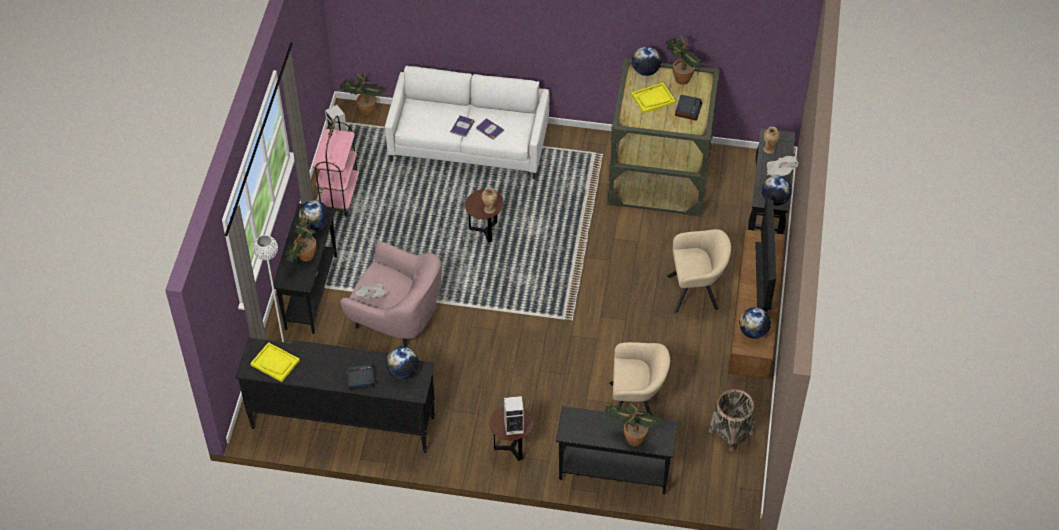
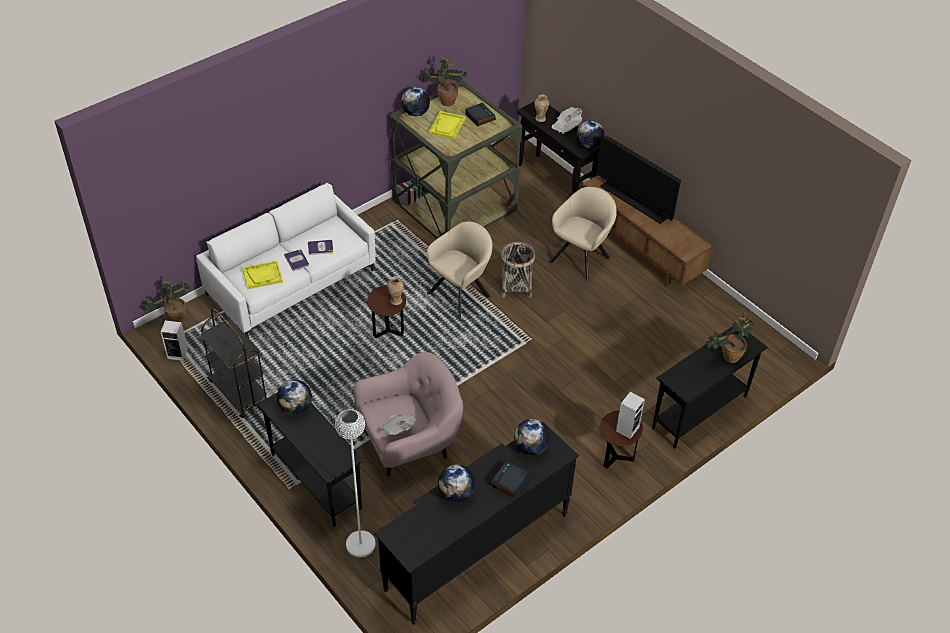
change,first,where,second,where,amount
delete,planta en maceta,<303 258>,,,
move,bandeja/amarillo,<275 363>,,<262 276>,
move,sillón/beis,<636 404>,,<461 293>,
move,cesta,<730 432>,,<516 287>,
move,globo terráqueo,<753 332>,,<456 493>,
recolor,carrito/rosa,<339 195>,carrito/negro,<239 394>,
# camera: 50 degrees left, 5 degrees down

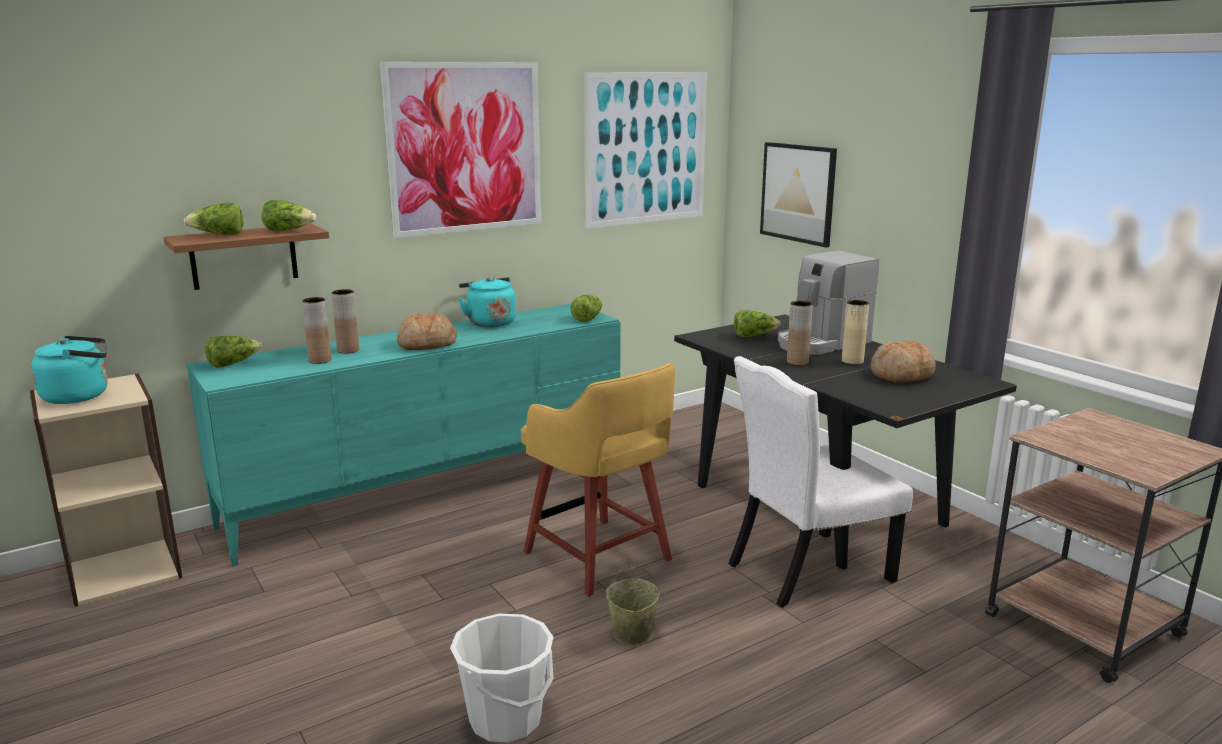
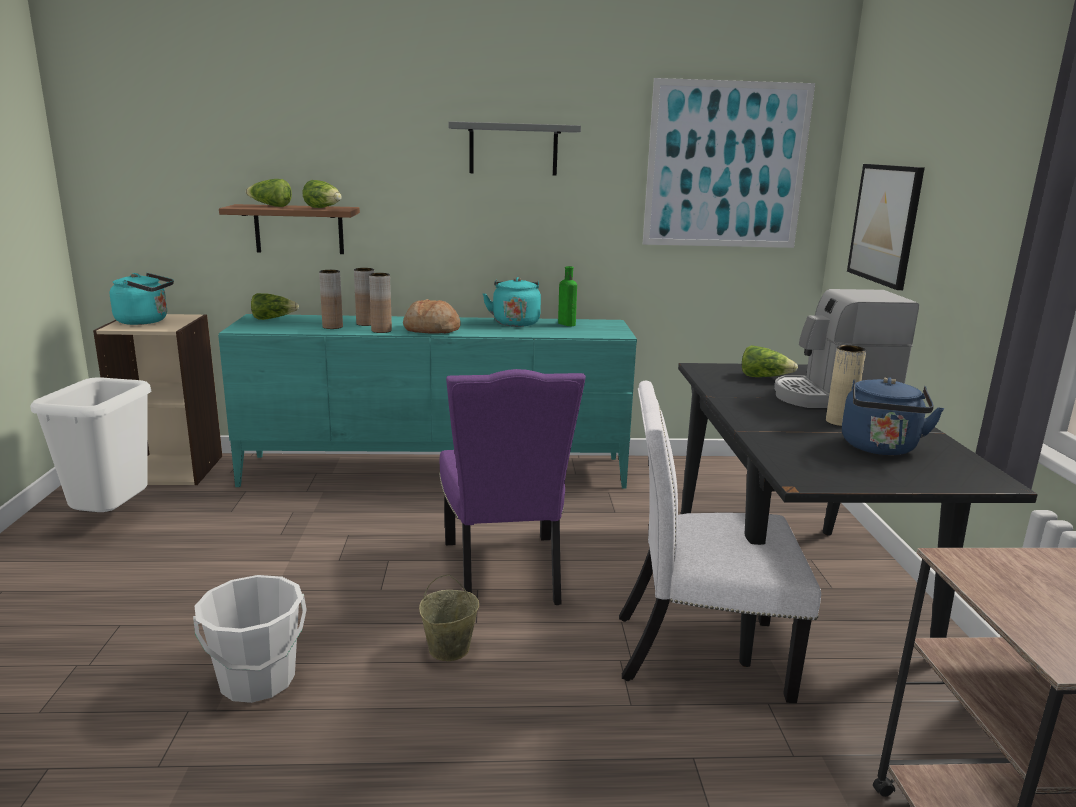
change,first,where,second,where,amount
delete,lechuga,<587 318>,,,
insert,,,papelera/blanco,<113 519>,
insert,,,botella/verde,<565 324>,
move,florero/marrón,<797 362>,,<381 330>,
replace,cuadro,<465 148>,estante/gris,<513 149>,
replace,taburete/amarillo,<599 558>,silla/morado,<504 569>,
replace,pan,<902 375>,hervidor/azul,<880 448>,
# camera: 30 degrees right, 0 degrees up

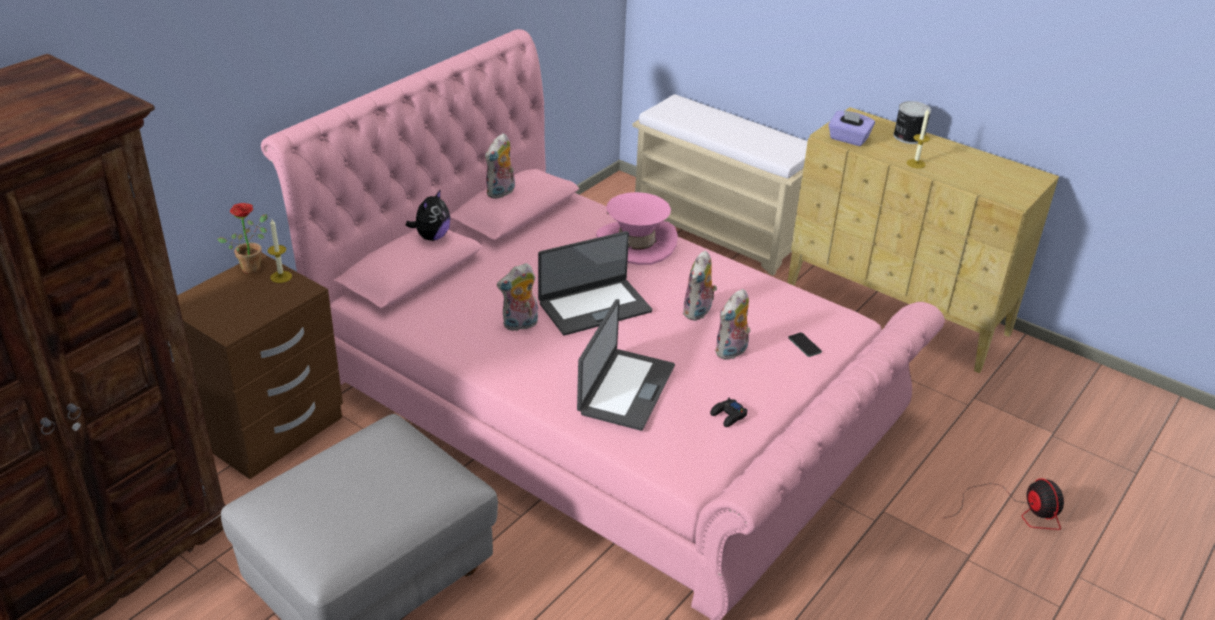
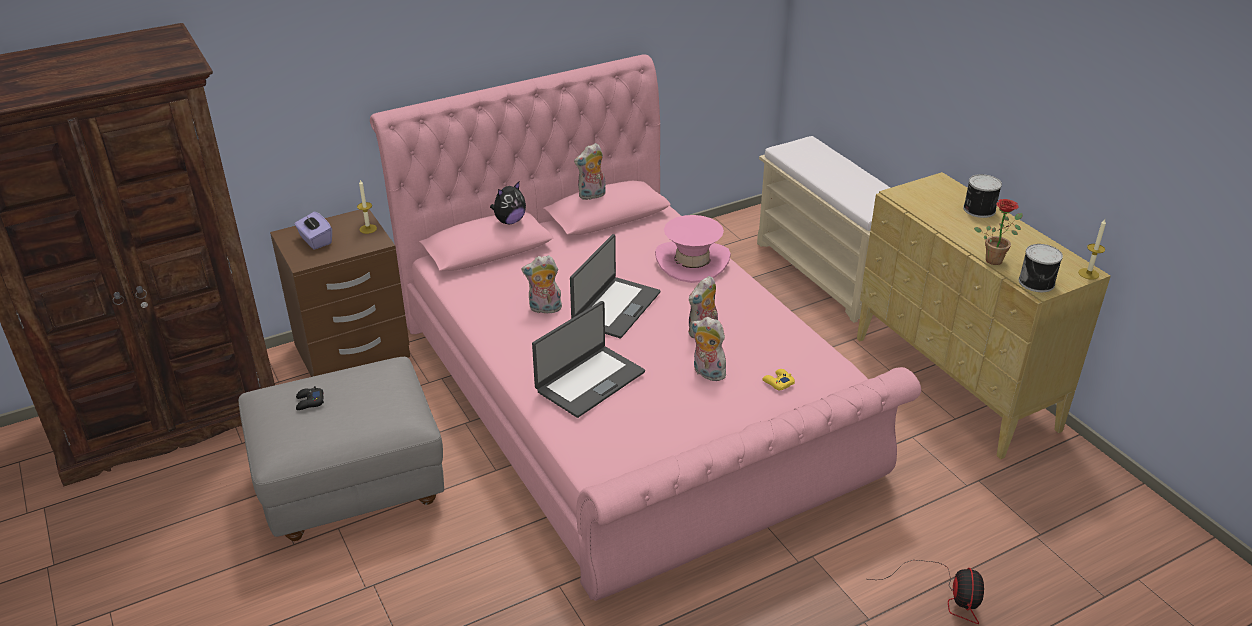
change,first,where,second,where,amount
insert,,,lata,<1037 282>,
move,planta en maceta,<253 266>,,<995 258>,
move,mando de consola/negro,<728 416>,,<309 402>,
move,caja de pañuelos/morado,<848 139>,,<315 240>,
move,vela,<916 164>,,<1088 274>,
replace,móvil,<804 345>,mando de consola/amarillo,<778 382>,
rotate,portátil,<594 306>,,<615 307>,60 degrees counterclockwise
rotate,peluche,<732 352>,,<707 373>,60 degrees clockwise
# camera: 25 degrees right, 0 degrees up

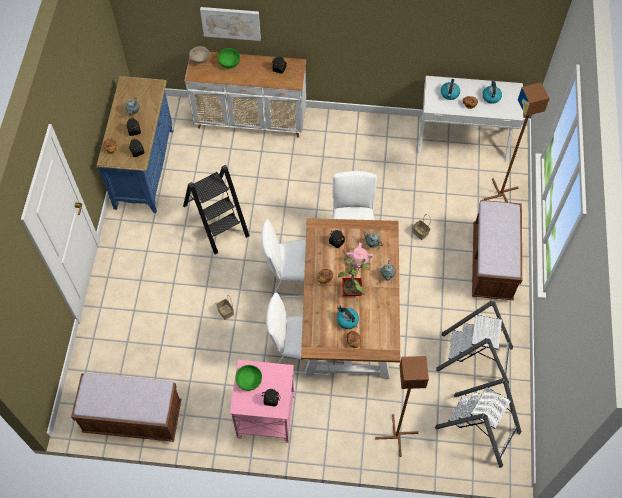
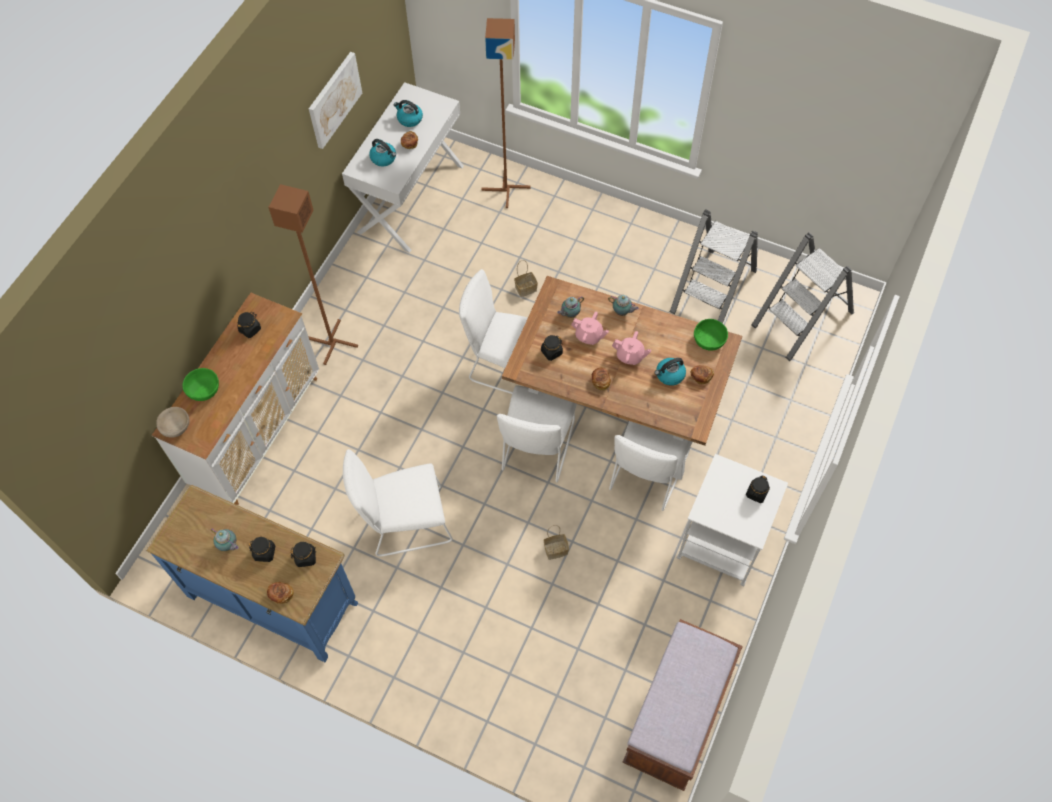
change,first,where,second,where,amount
delete,banco/marrón,<492 263>,,,
move,cuadro,<231 22>,,<334 99>,
move,cuenco/verde,<249 380>,,<709 340>,
move,lámpara de pie/marrón,<396 436>,,<332 343>,
replace,escalera de tijera/negro,<215 219>,silla/blanco,<404 523>,
replace,planta en maceta,<352 291>,tetera/rosa,<630 356>,
recolor,carrito/rosa,<264 415>,carrito/blanco,<721 543>,
# camera: 70 degrees left, 0 degrees up

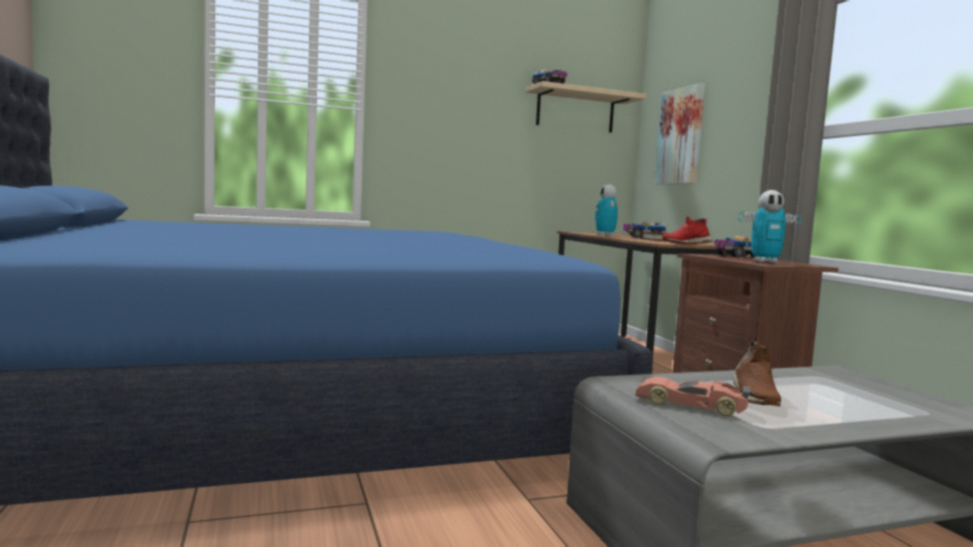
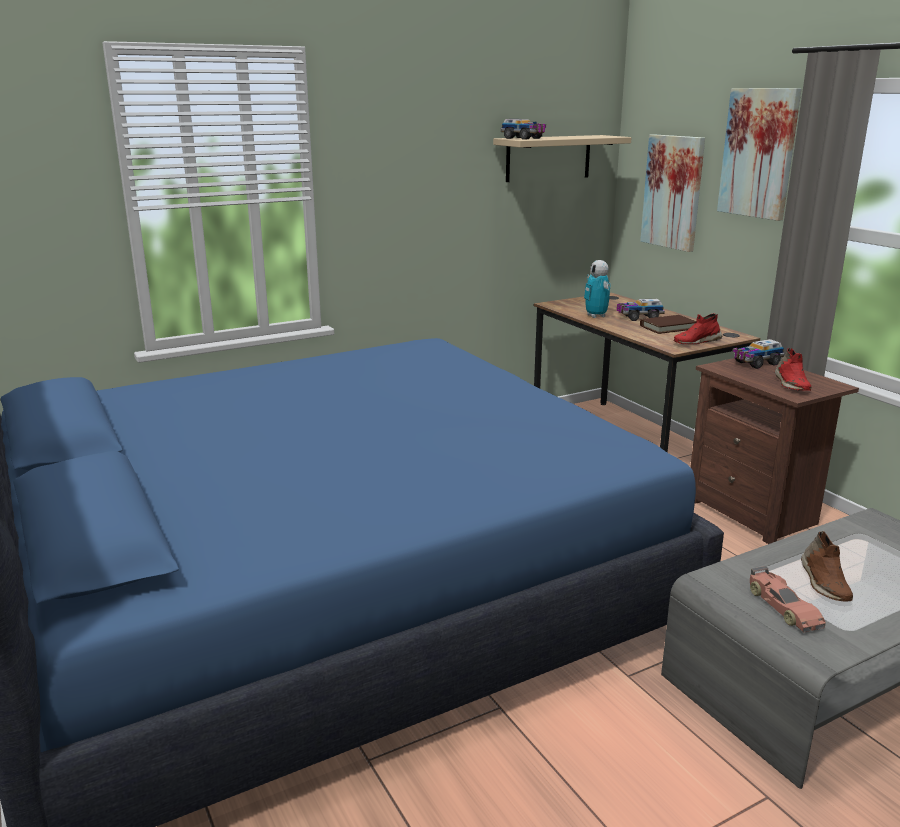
change,first,where,second,where,amount
insert,,,cuadro,<759 153>,
replace,robot de juguete,<765 262>,zapato/rojo,<790 384>,
rotate,coche de juguete,<690 405>,,<783 607>,120 degrees counterclockwise
# camera: 10 degrees left, 15 degrees up

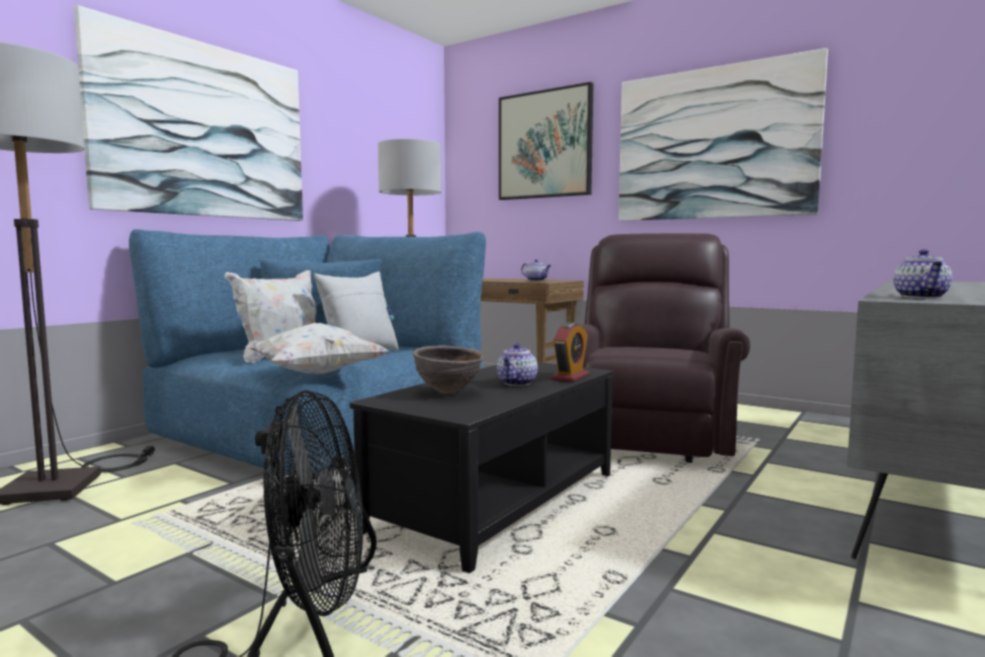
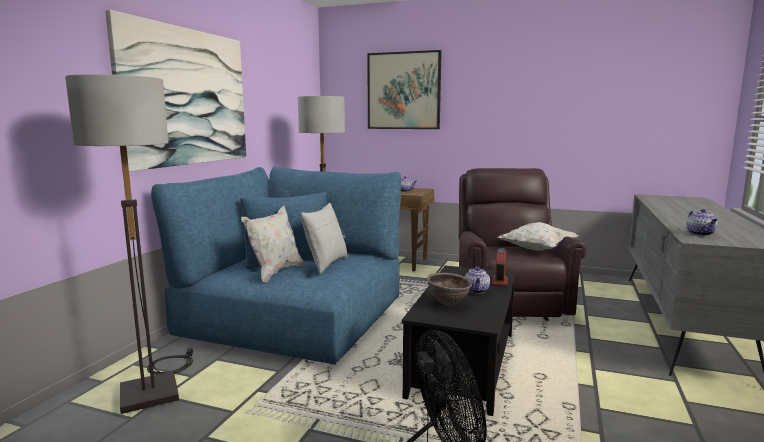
change,first,where,second,where,amount
delete,cuadro,<713 143>,,,
move,cojín/blanco,<317 374>,,<537 250>,
# camera: 15 degrees left, 5 degrees up

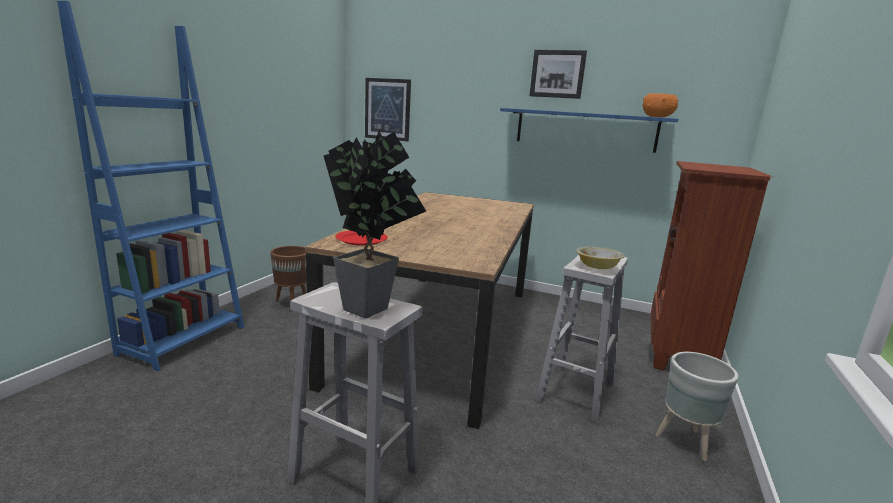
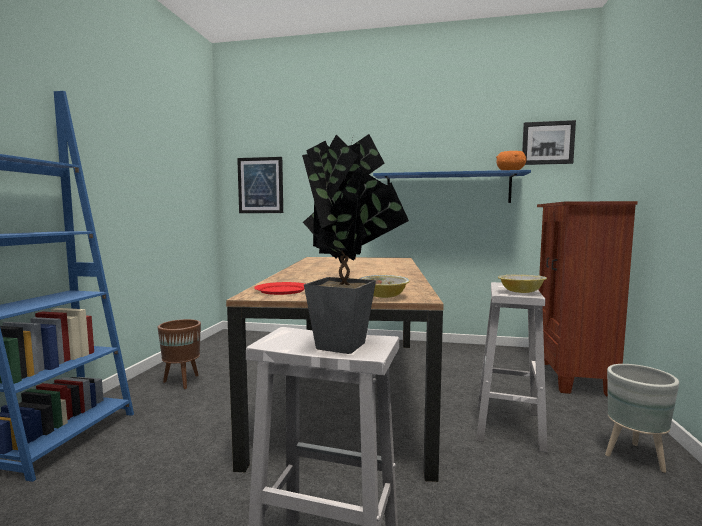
change,first,where,second,where,amount
insert,,,cuenco,<383 296>,
move,cuadro,<557 74>,,<547 143>,
# camera: 10 degrees left, 10 degrees down

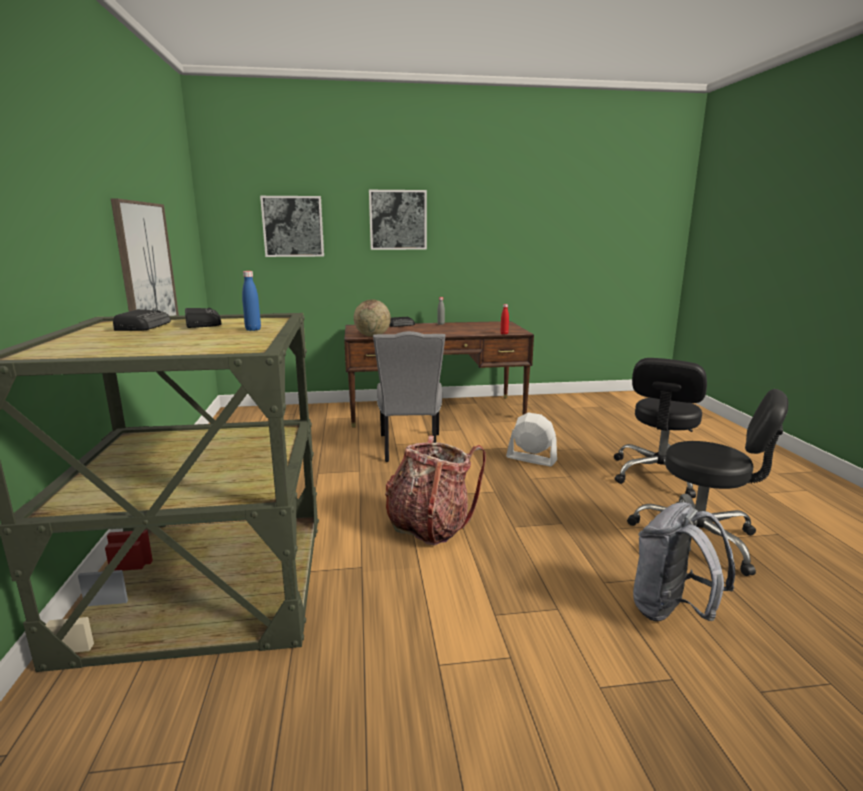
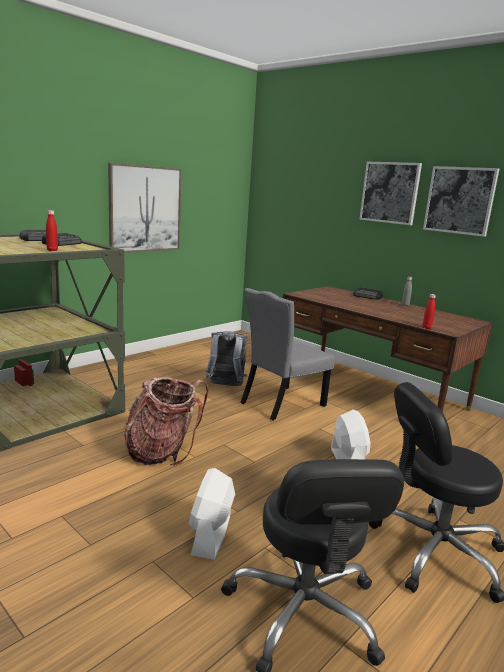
change,first,where,second,where,amount
delete,globo terráqueo,<372 336>,,,
insert,,,ventilador/blanco,<211 535>,
move,cuadro,<293 226>,,<460 200>,
move,mochila/gris,<672 612>,,<225 386>,
recolor,botella/azul,<253 329>,botella/rojo,<52 250>,
# camera: 50 degrees right, 0 degrees up

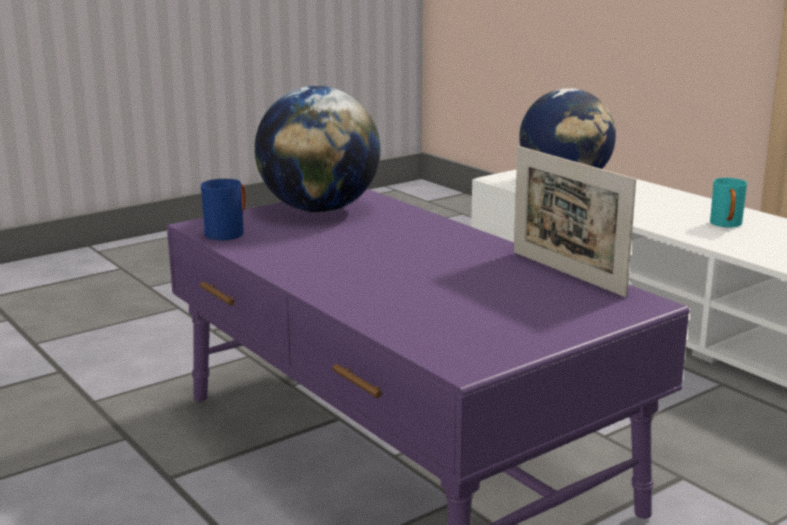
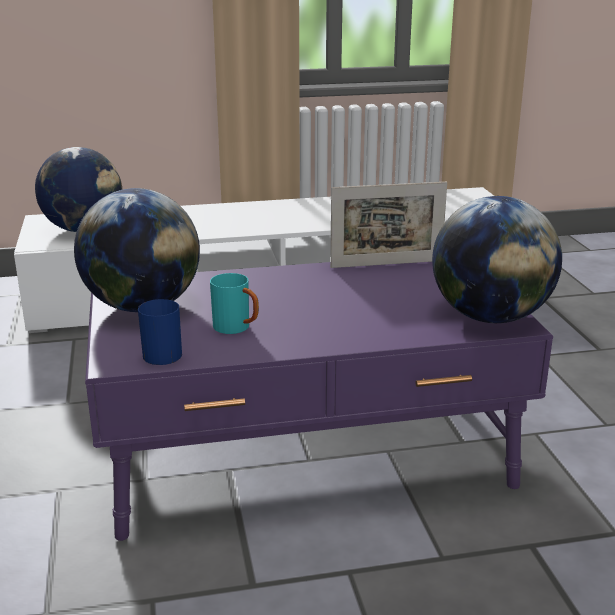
change,first,where,second,where,amount
insert,,,globo terráqueo,<490 317>,
move,taza grande/turquesa,<726 225>,,<237 328>,
# camera: 65 degrees left, 5 degrees up

